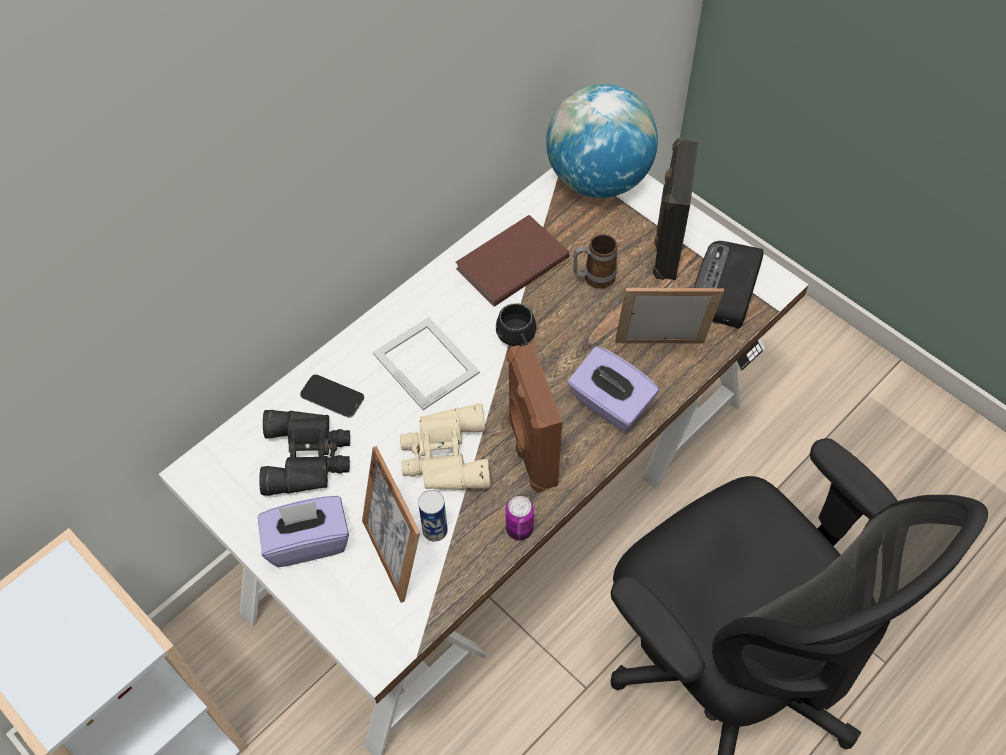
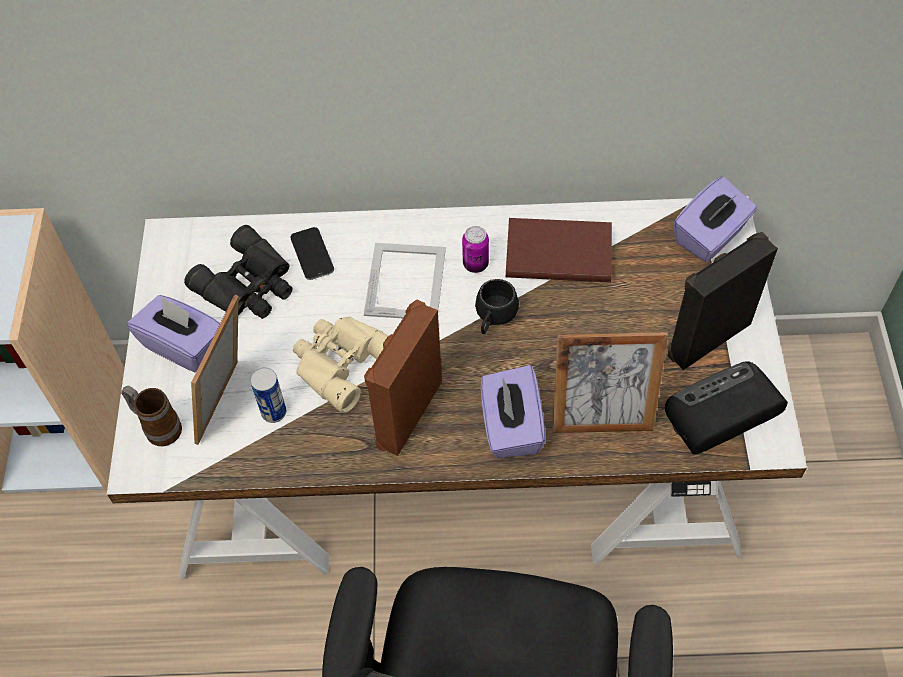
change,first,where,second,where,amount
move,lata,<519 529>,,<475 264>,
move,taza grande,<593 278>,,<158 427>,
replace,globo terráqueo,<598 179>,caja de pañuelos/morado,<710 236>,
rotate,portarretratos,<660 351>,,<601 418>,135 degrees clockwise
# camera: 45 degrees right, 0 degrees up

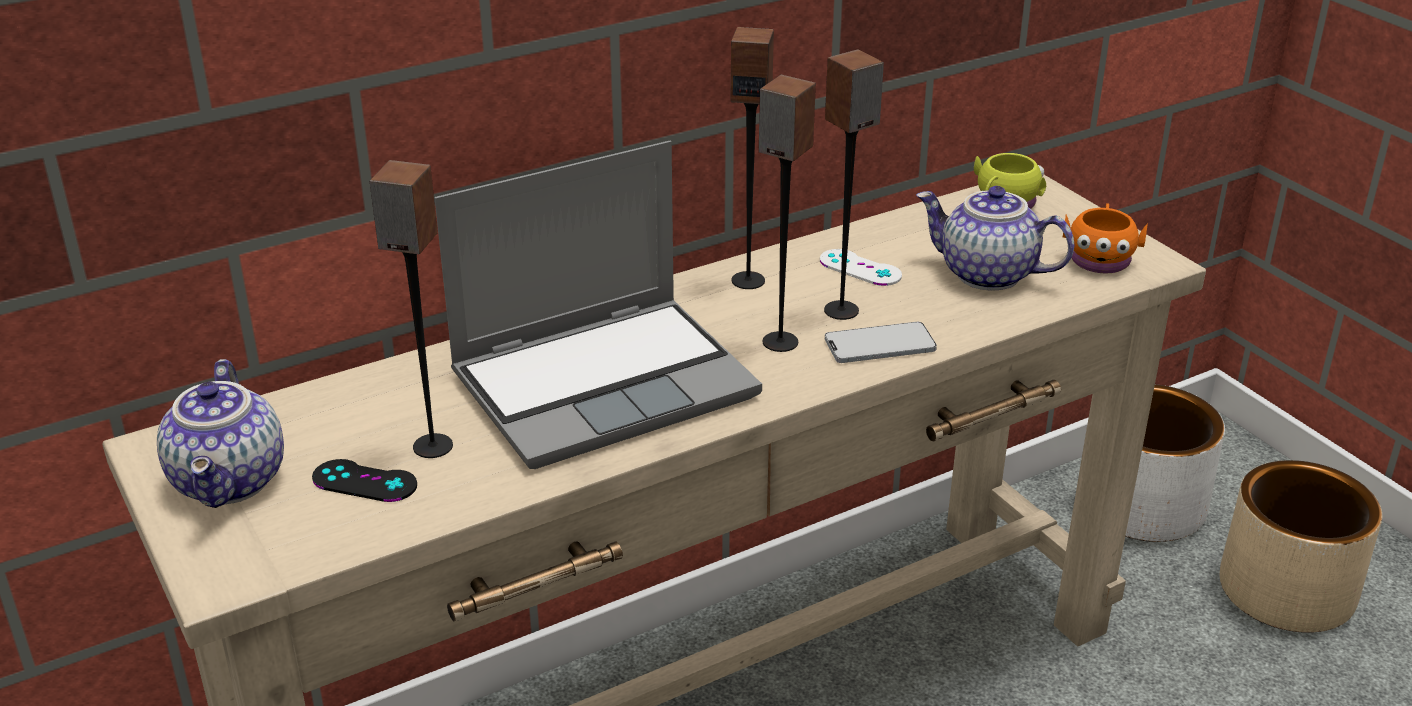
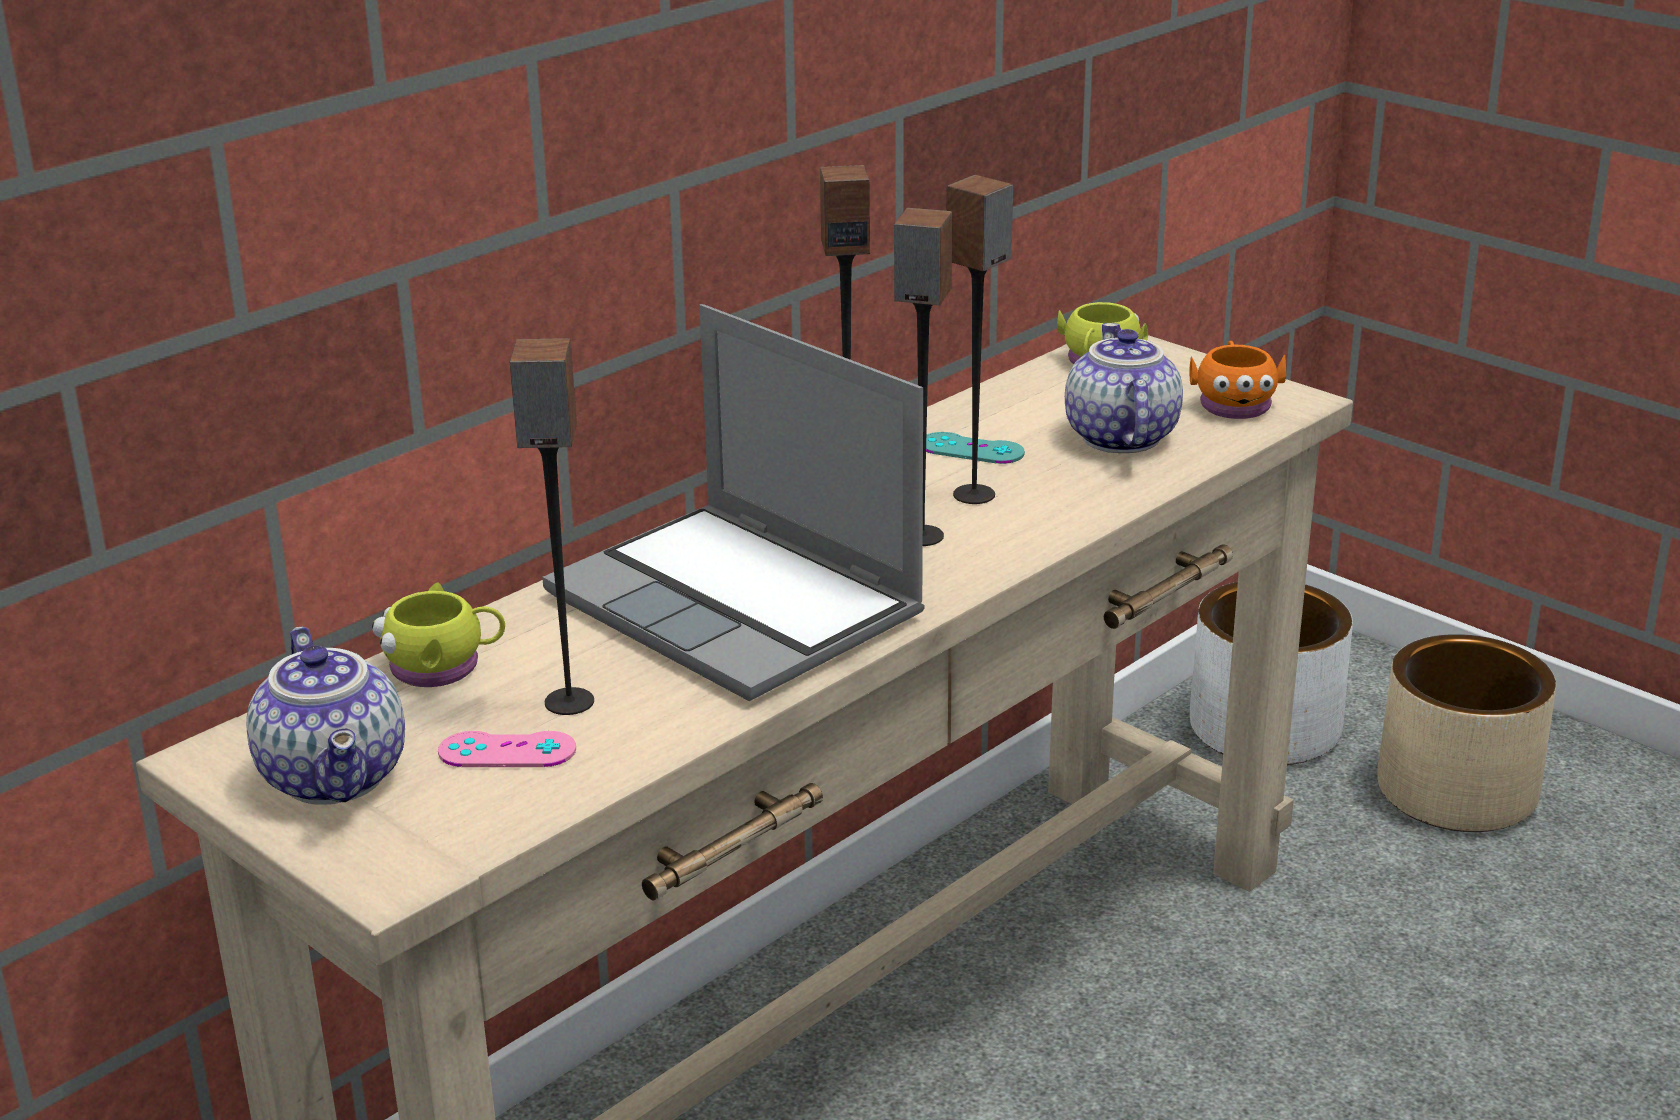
change,first,where,second,where,amount
delete,móvil,<880 345>,,,
insert,,,taza grande/amarillo,<443 667>,
recolor,mando de consola/negro,<364 481>,mando de consola/rosa,<507 751>,
recolor,mando de consola/blanco,<860 268>,mando de consola/turquesa,<971 449>,
rotate,portátil,<606 383>,,<741 607>,90 degrees clockwise
rotate,tetera,<986 275>,,<1118 437>,75 degrees clockwise
# camera: 15 degrees left, 5 degrees down

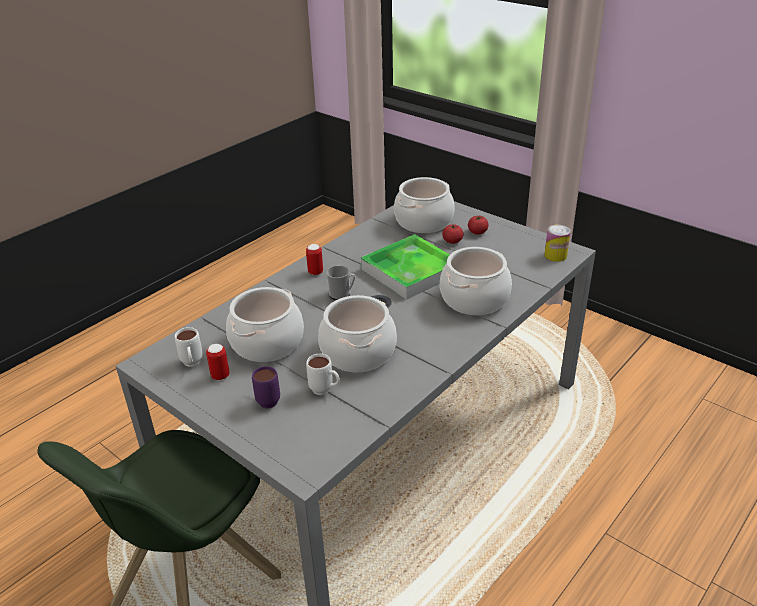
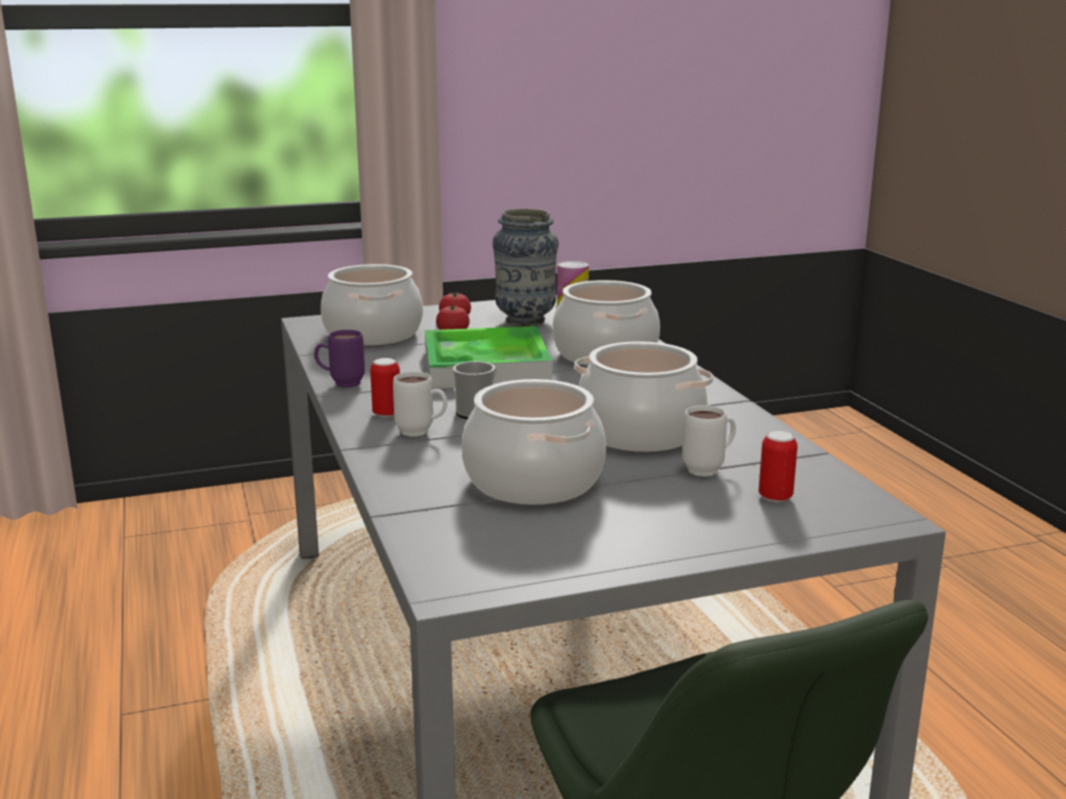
change,first,where,second,where,amount
insert,,,florero,<525 321>,
move,taza grande/blanco,<192 365>,,<422 433>,
move,lata,<220 376>,,<775 497>,
move,taza grande/morado,<266 399>,,<340 384>,
# camera: 60 degrees left, 15 degrees down

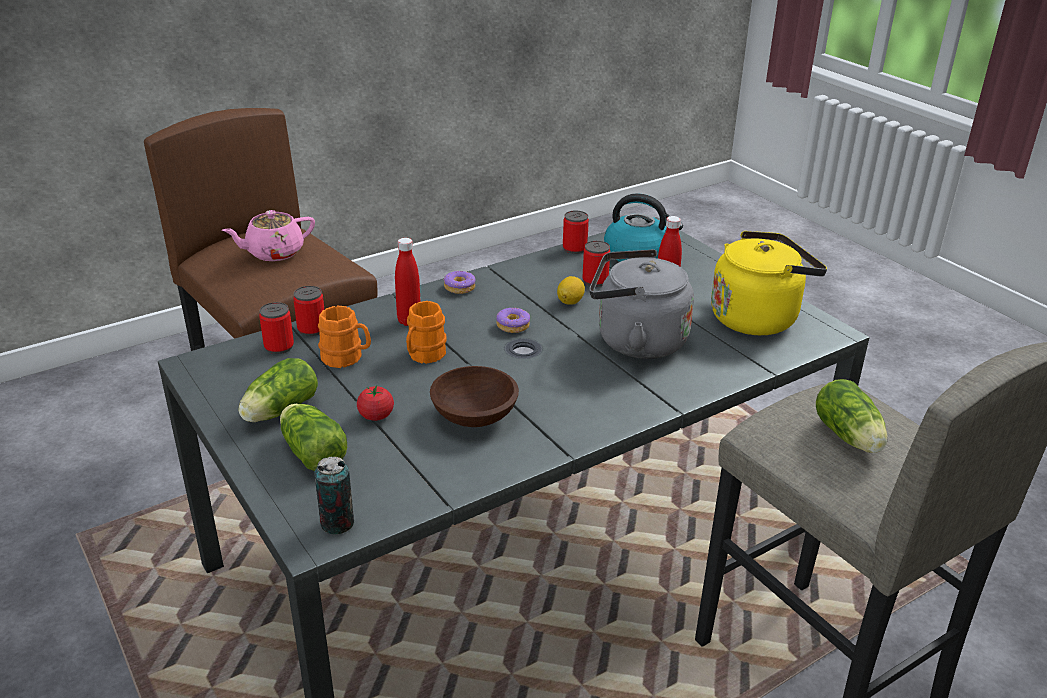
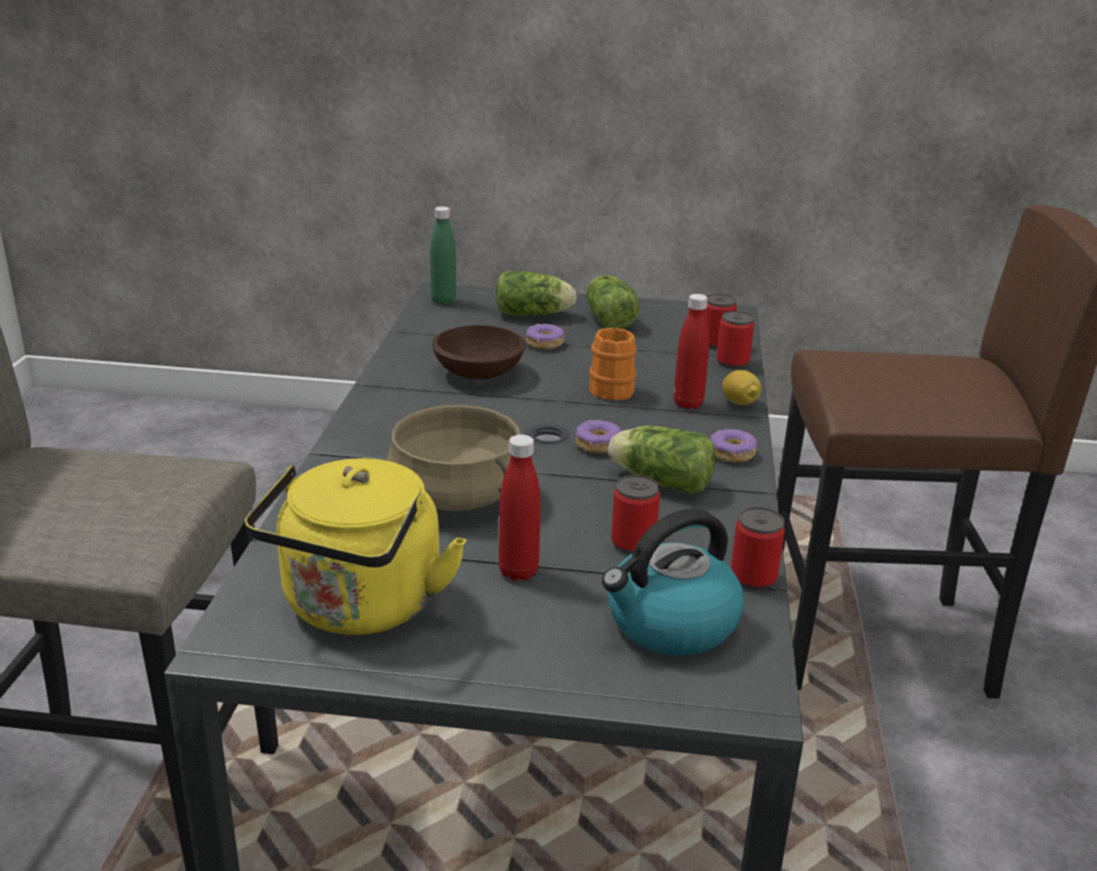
change,first,where,second,where,amount
delete,tetera/rosa,<274 253>,,,
delete,taza grande/naranja,<347 358>,,,
move,limón,<570 301>,,<740 402>,
move,lechuga,<849 438>,,<658 481>,
replace,lata,<337 523>,botella/verde,<443 300>,
replace,tomate,<376 415>,rosquilla,<544 343>,
replace,hervidor/gris,<635 341>,olla/beis,<458 494>,
# camera: 130 degrees right, 5 degrees down

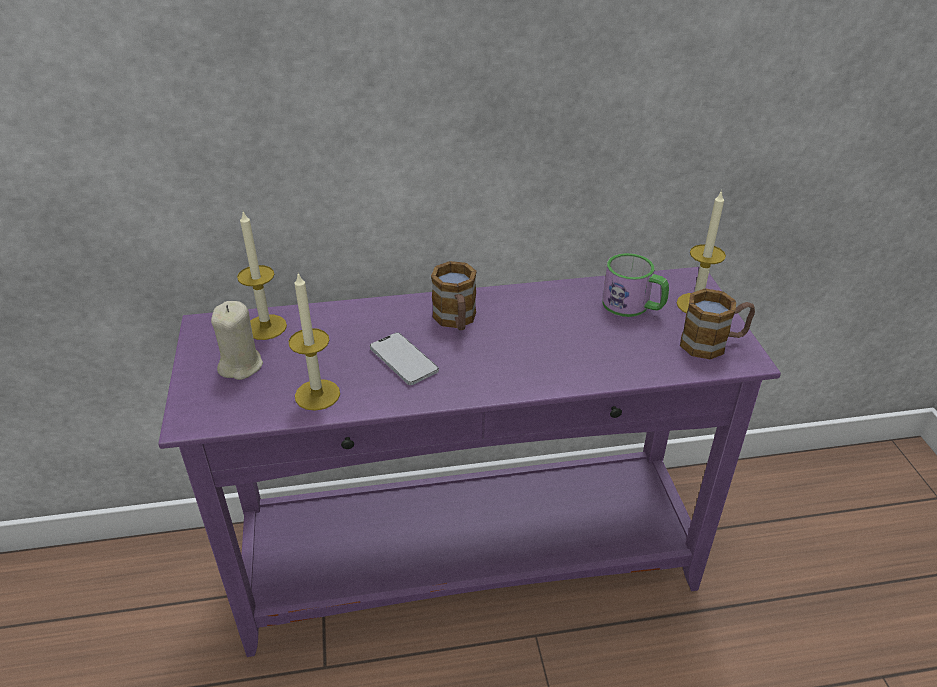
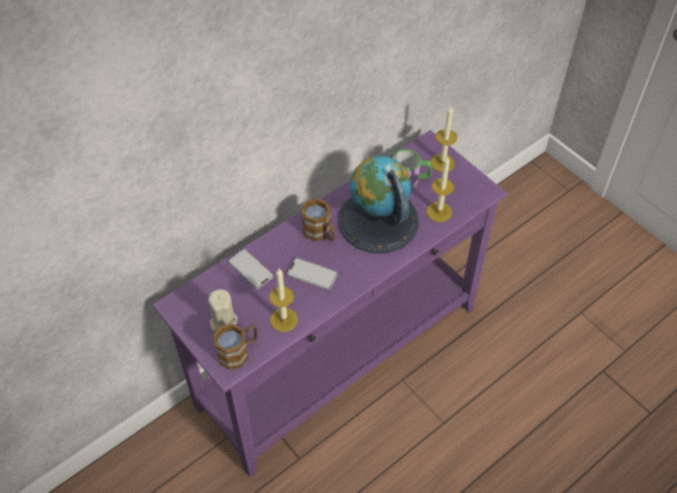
change,first,where,second,where,amount
insert,,,móvil,<250 269>,
insert,,,globo terráqueo,<378 221>,
move,vela,<266 327>,,<439 212>,
move,taza grande,<712 343>,,<239 351>,
# camera: 30 degrees left, 15 degrees up

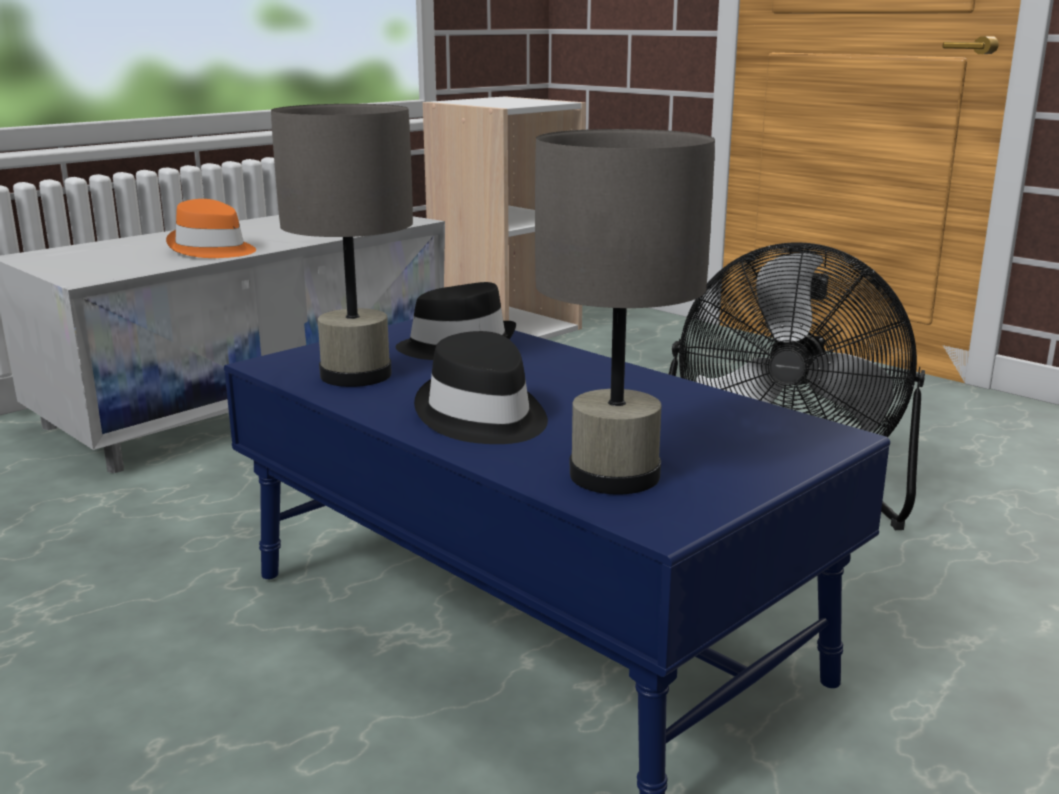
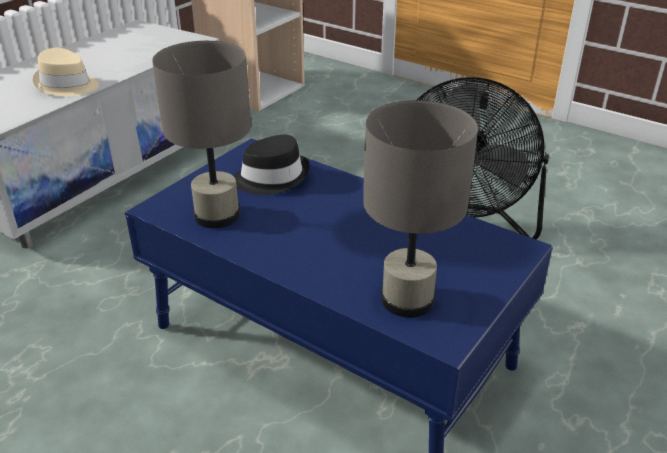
change,first,where,second,where,amount
delete,sombrero/negro,<482 417>,,,
recolor,sombrero/naranja,<212 250>,sombrero/beis,<67 85>,
# camera: 10 degrees left, 15 degrees up

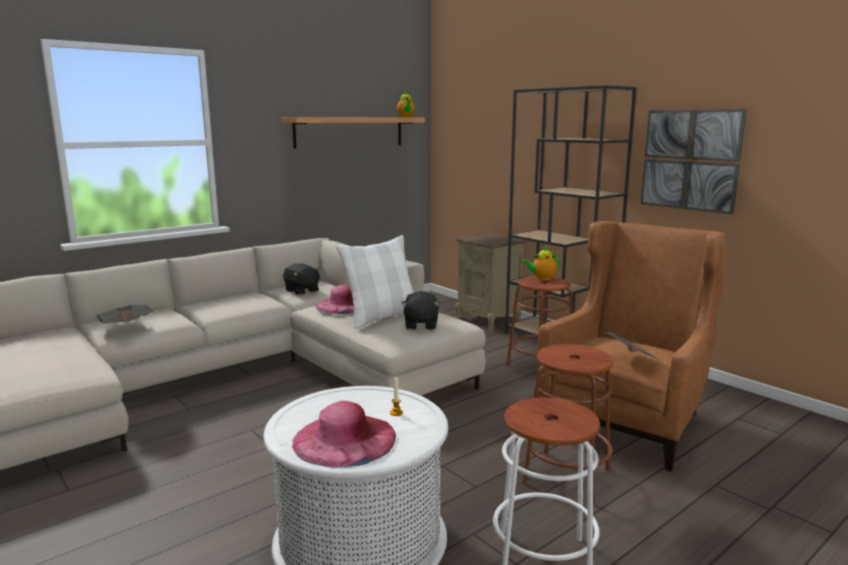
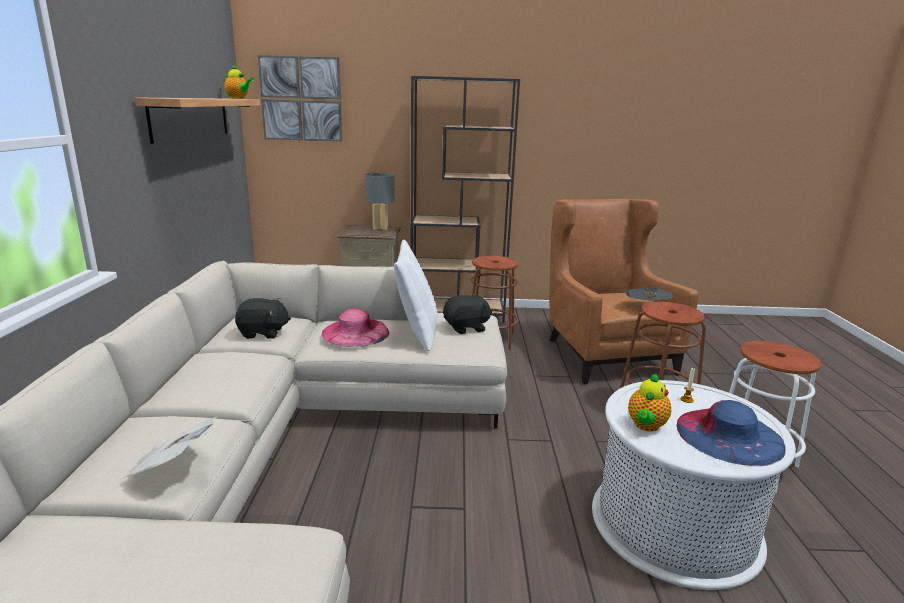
change,first,where,second,where,amount
insert,,,lámpara de mesa/gris,<380 228>,
move,tetera,<542 278>,,<646 426>,
move,cuadro,<691 160>,,<301 99>,
recolor,sombrero/rosa,<344 439>,sombrero/azul,<728 435>,
rotate,peluche/negro,<420 325>,,<466 328>,60 degrees counterclockwise
# camera: 50 degrees left, 5 degrees up

